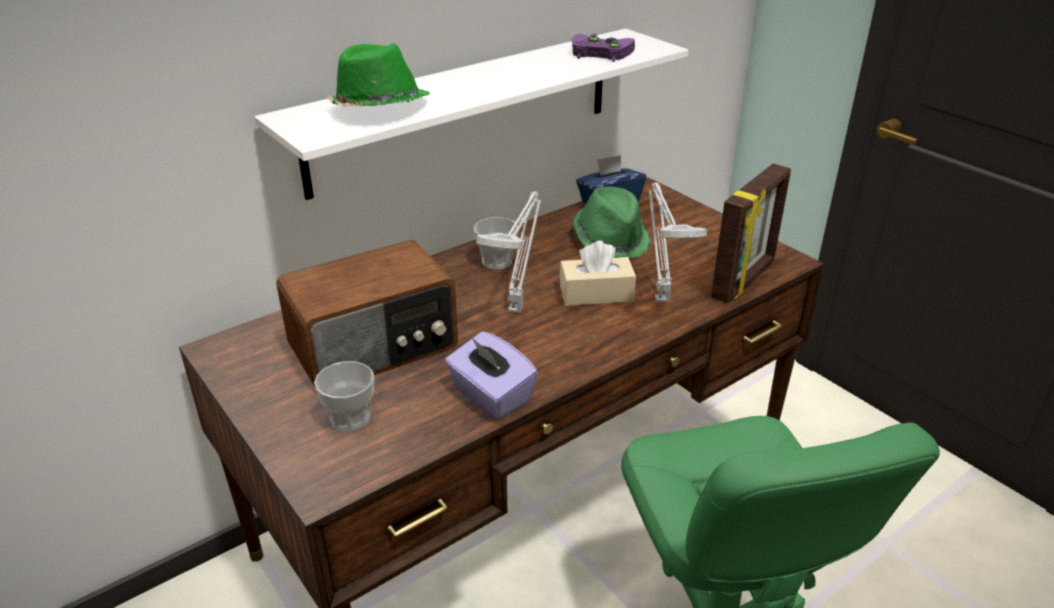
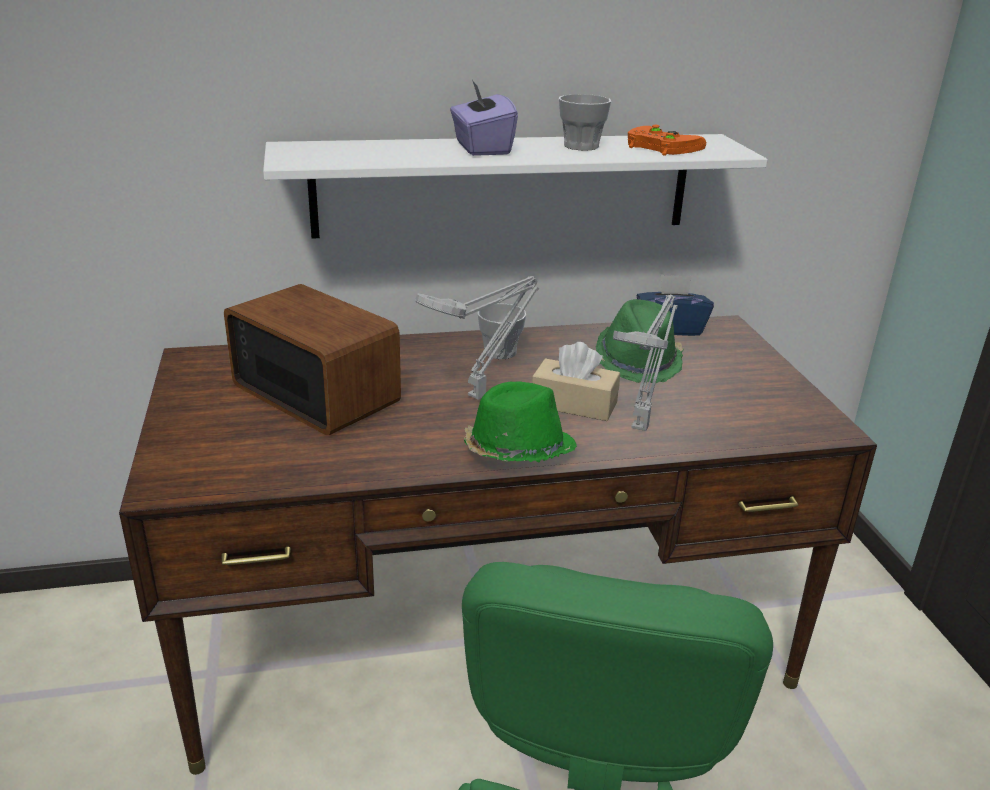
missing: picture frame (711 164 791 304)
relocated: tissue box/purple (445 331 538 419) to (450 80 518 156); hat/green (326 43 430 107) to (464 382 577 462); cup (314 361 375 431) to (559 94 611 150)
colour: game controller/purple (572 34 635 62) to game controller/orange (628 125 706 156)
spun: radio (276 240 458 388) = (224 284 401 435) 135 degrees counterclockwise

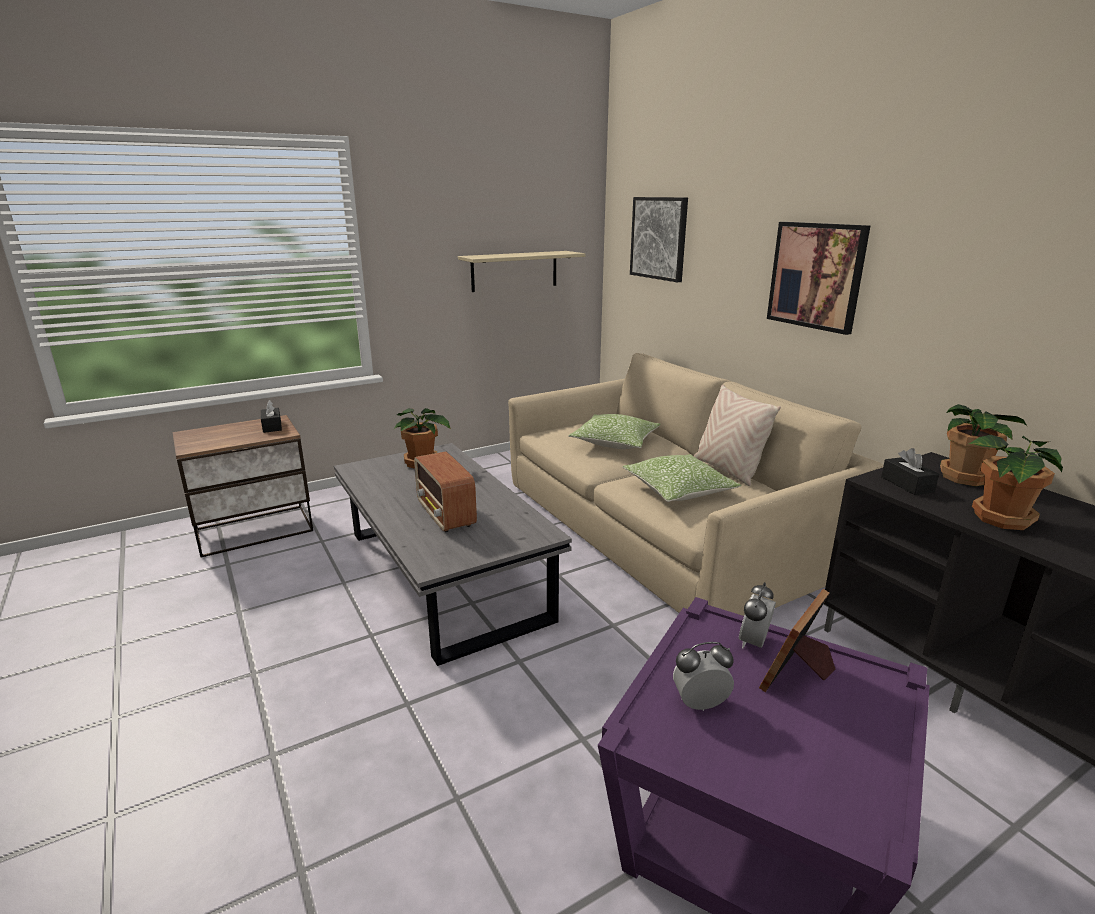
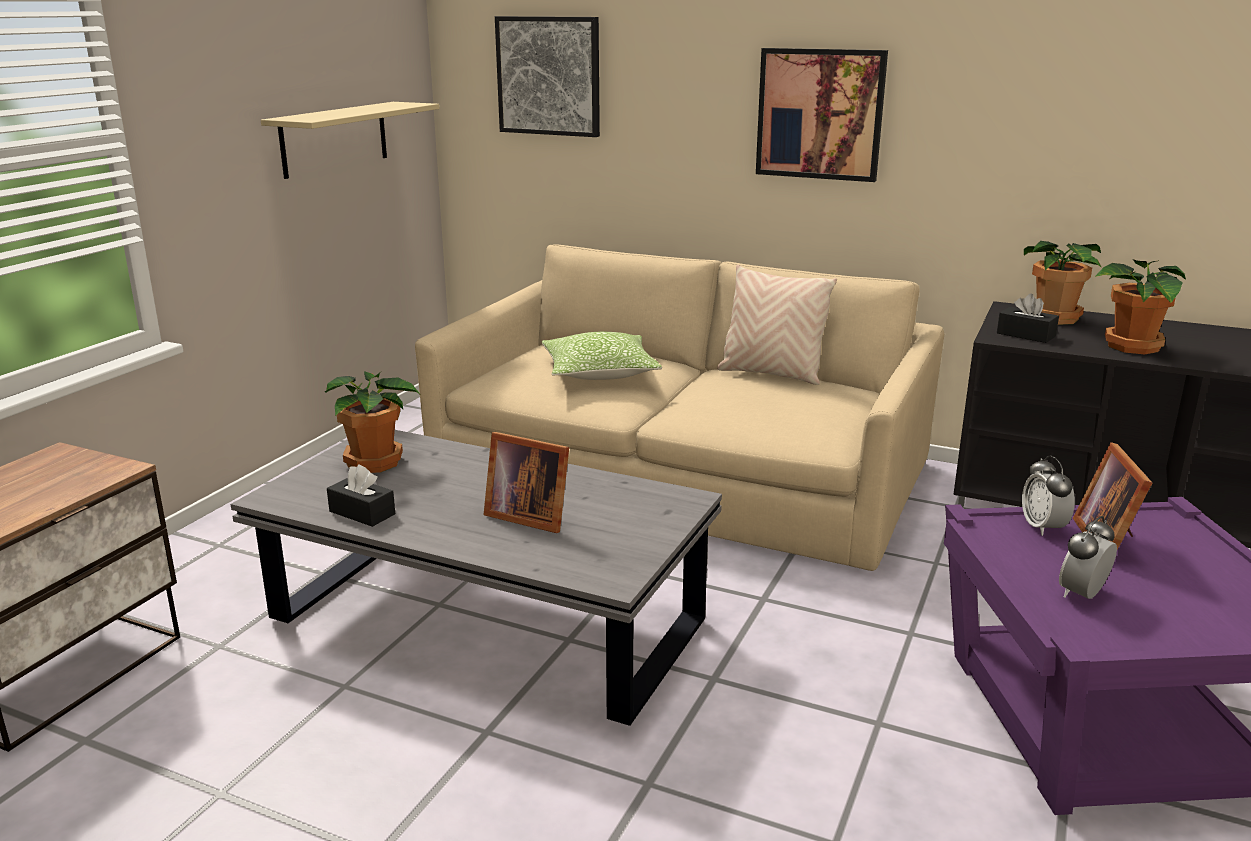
missing: pillow (622 454 741 502)
relocated: tissue box/black (261 400 282 433) to (327 465 395 527)
exchanged: radio (414 451 477 532) to picture frame (484 432 569 533)

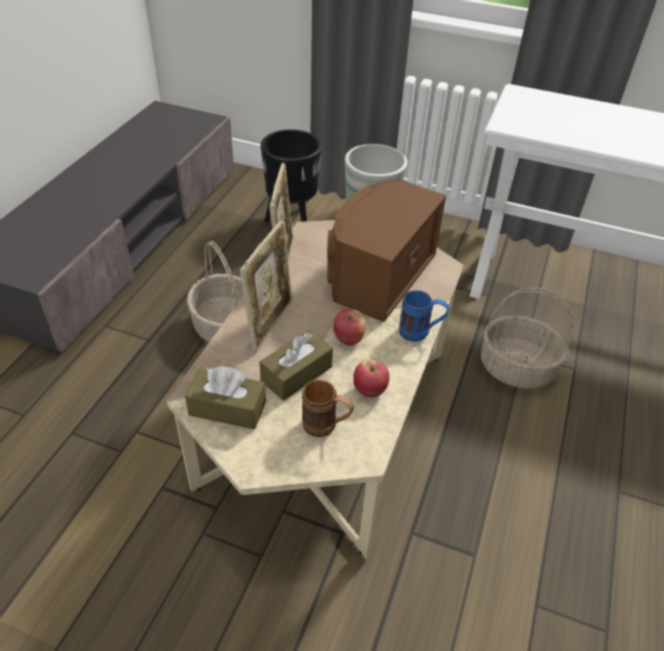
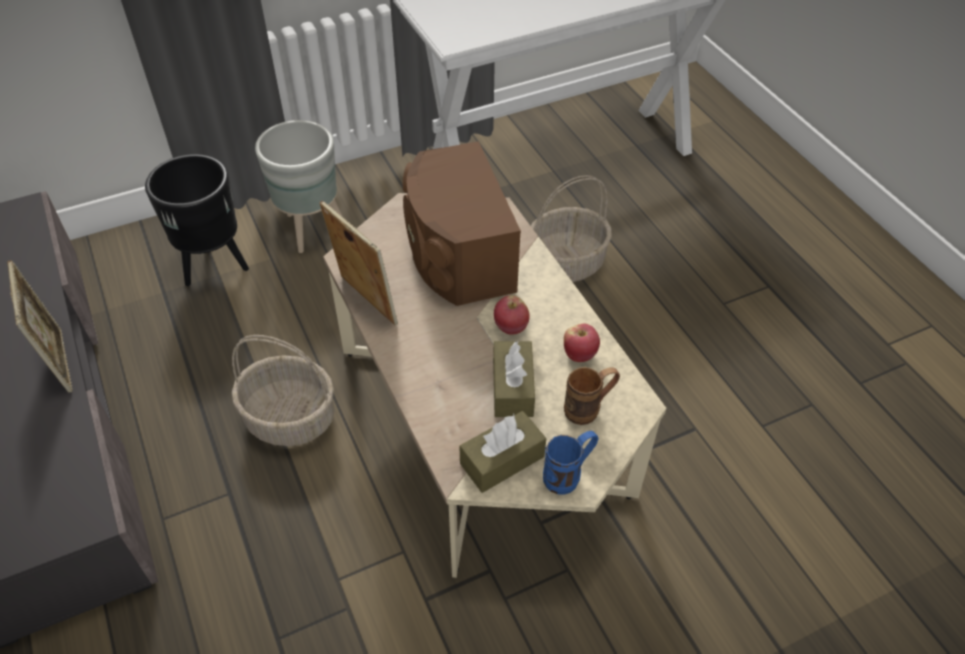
relocated: picture frame (239 219 293 353) to (7 260 72 393); mug/blue (399 290 449 342) to (543 431 599 495)

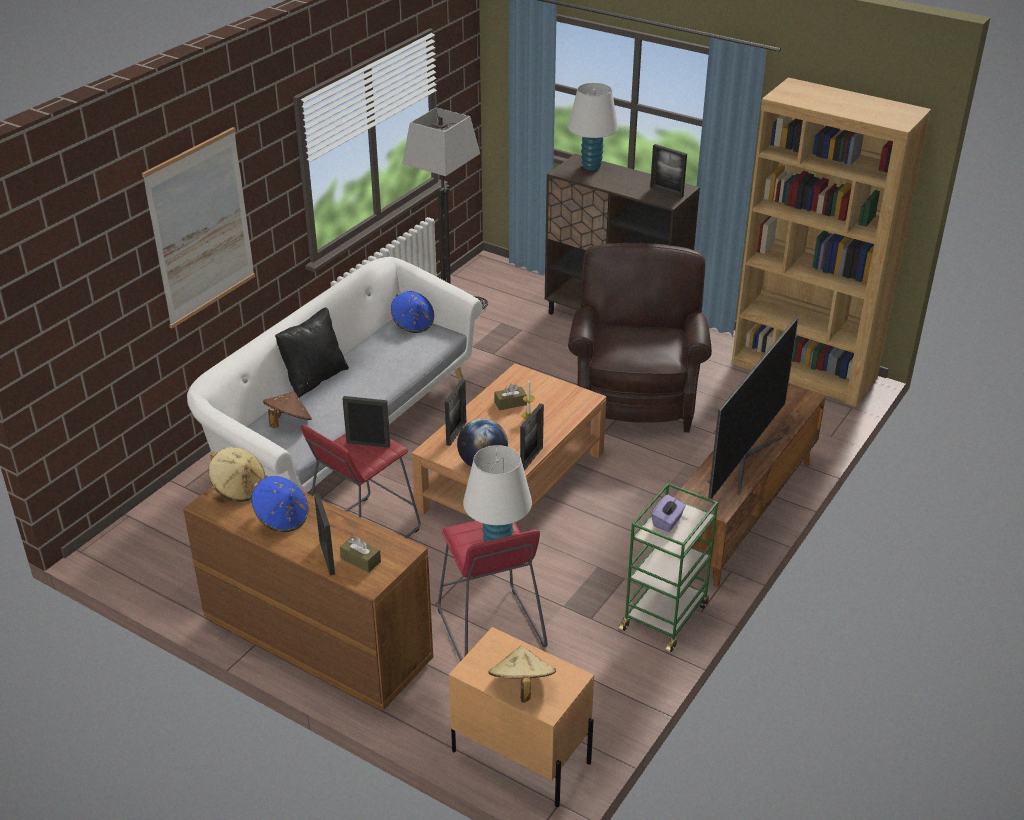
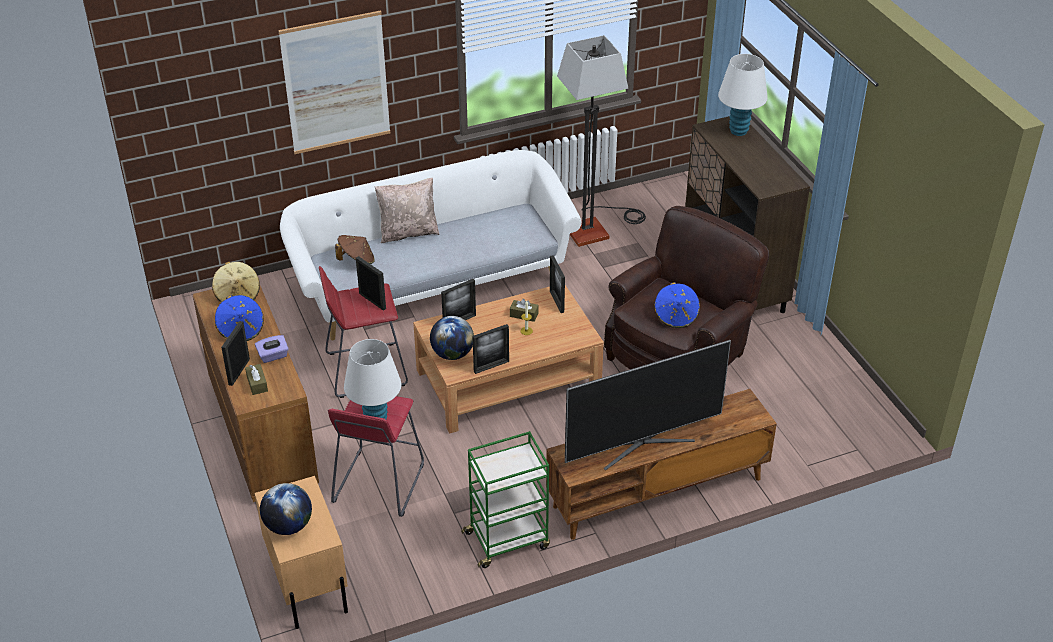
missing: bookcase/brown (731 77 931 407)
relocated: tissue box/purple (651 495 686 532) to (255 335 289 363); picture frame (650 144 687 198) to (550 255 565 313); hat/blue (391 291 434 333) to (654 282 700 328)
exchanged: hat/beige (488 645 556 703) to globe (260 483 312 535)
colour: pillow/black (275 307 349 398) to pillow/beige (375 178 440 243)

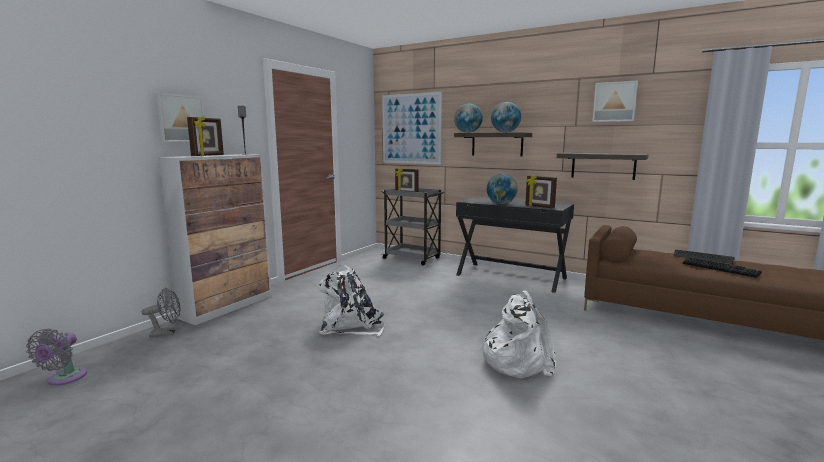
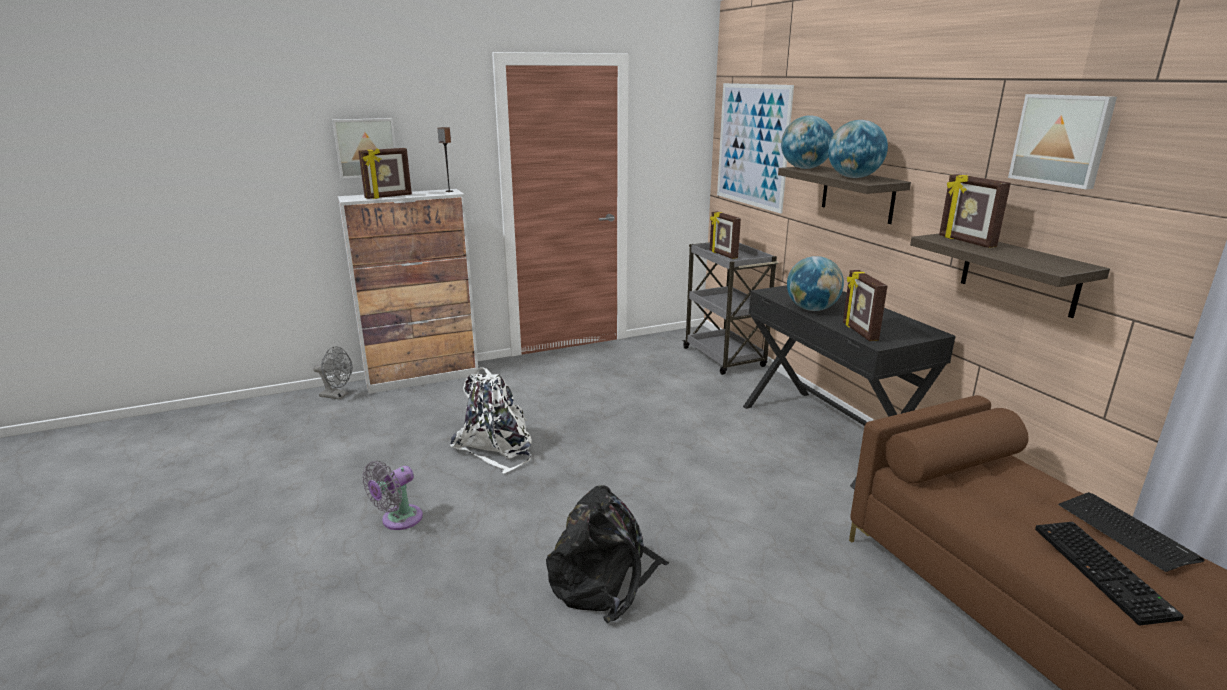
appeared: picture frame (939 174 1011 248)
relocated: fan/grey (26 329 87 386) to (362 461 423 530)
colour: backpack/white (479 291 556 378) to backpack/black (546 485 670 623)

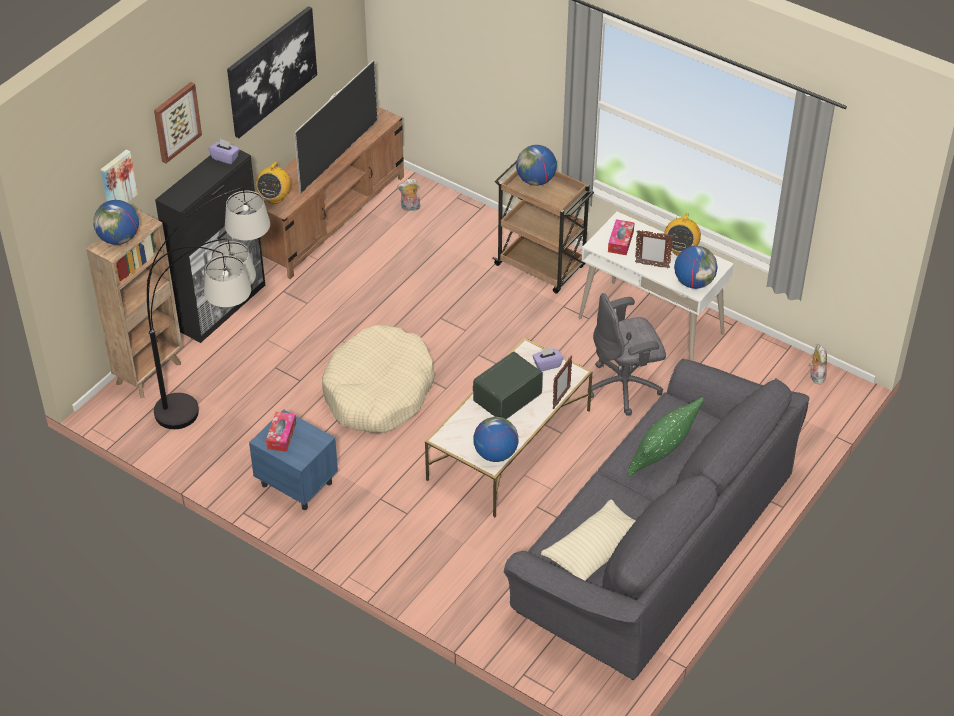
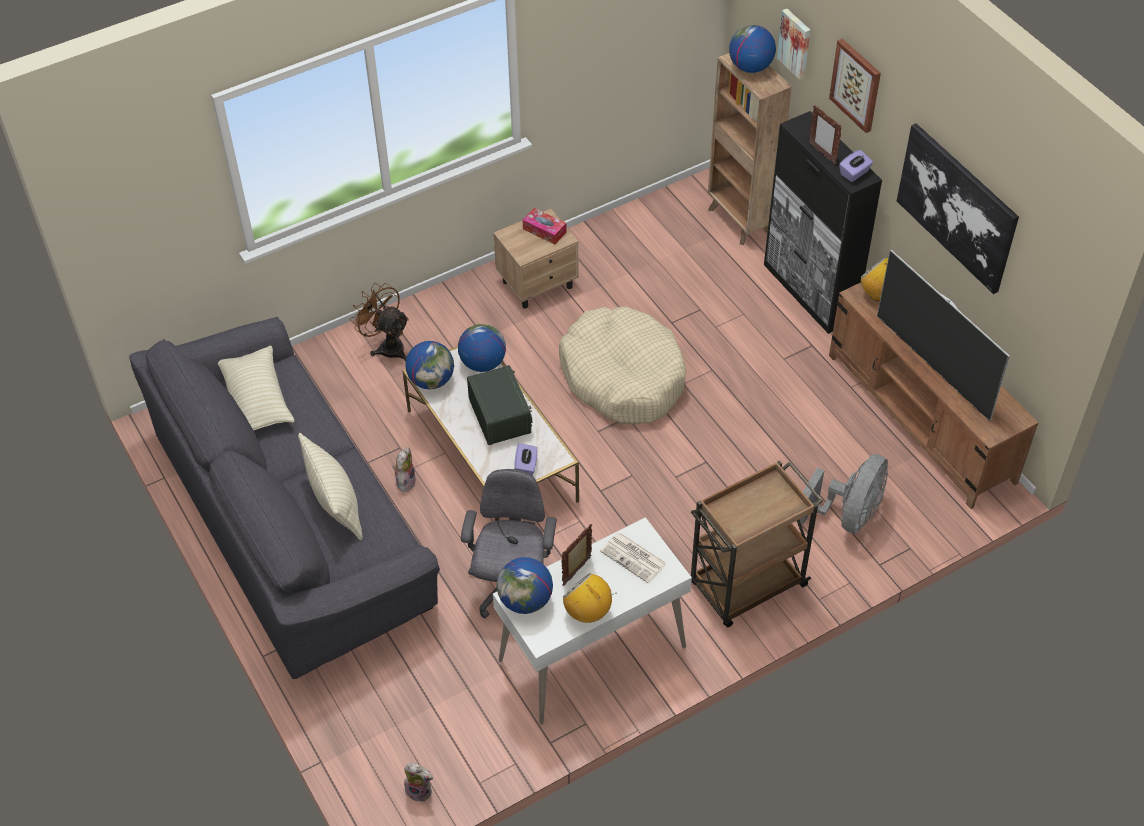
missing: floor lamp (147 187 270 429)
appeared: fan/brown (350 283 409 362); fan/grey (796 454 888 533)
relocated: plush toy (397 178 421 211) to (393 447 416 492); globe (516 145 557 186) to (458 324 506 372); picture frame (553 356 572 409) to (809 105 842 164)
exchanged: tissue box (608 219 634 255) to newspaper (600 532 667 583)
colour: pillow/green (627 397 704 477) to pillow/beige (298 433 363 540); nightstand/blue (249 409 338 510) to nightstand/beige (493 209 579 309)

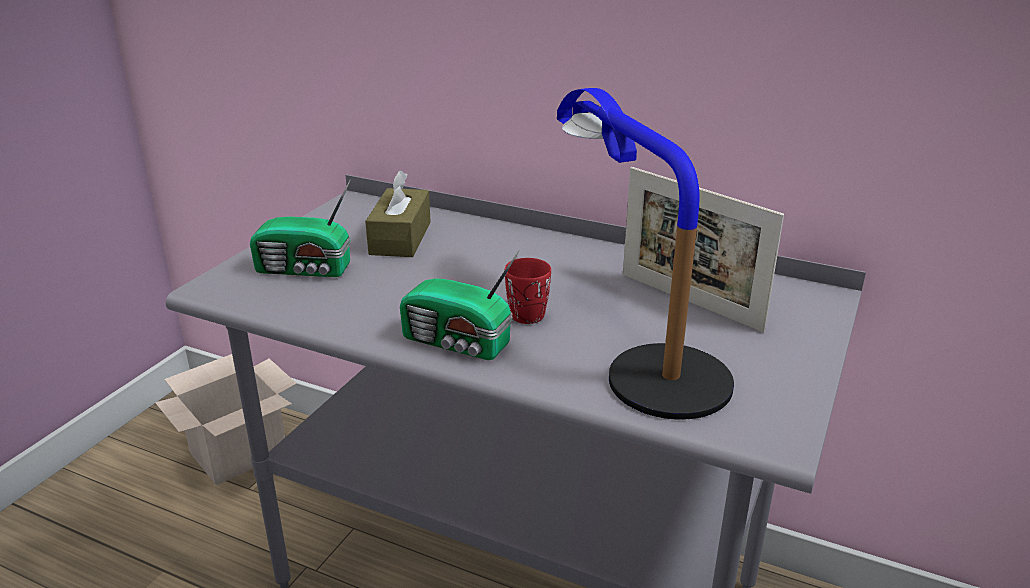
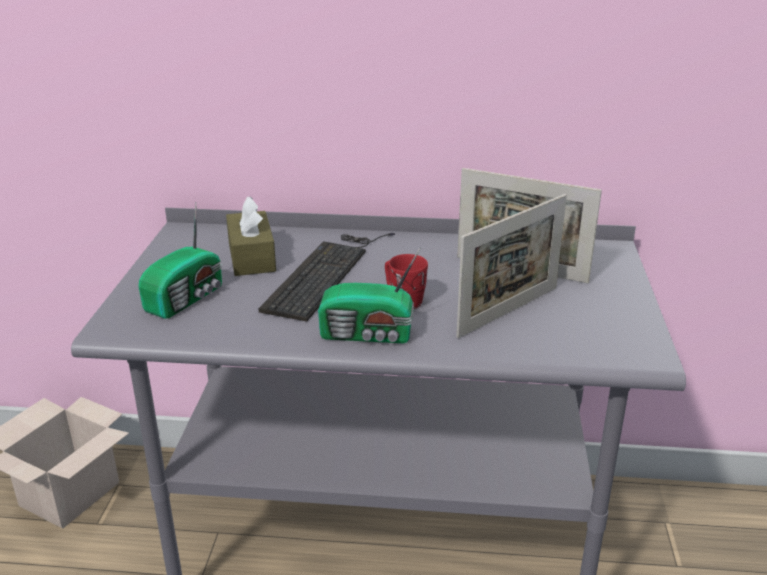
appeared: keyboard (258 233 395 322)
exchanged: table lamp (557 88 734 420) to picture frame (456 194 567 338)
spun: radio (250 180 351 277) = (139 204 222 319) 45 degrees counterclockwise

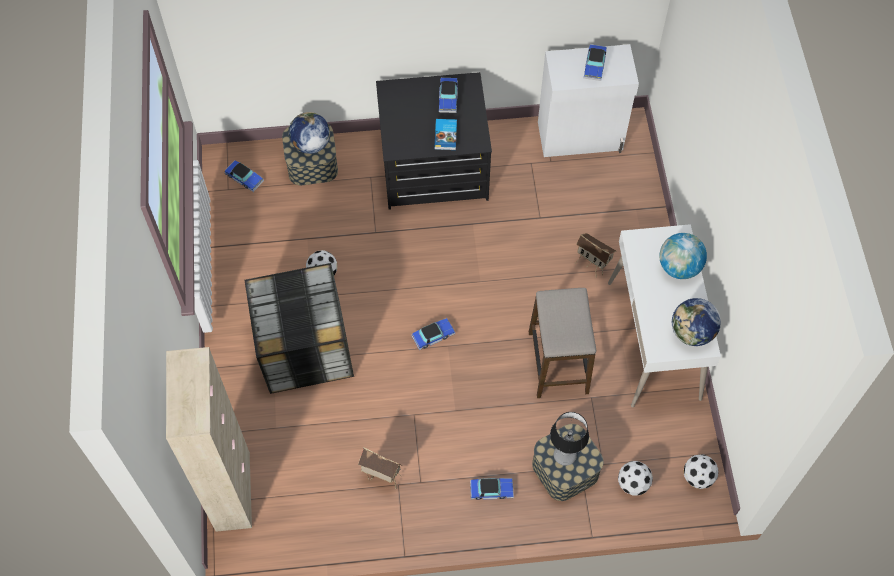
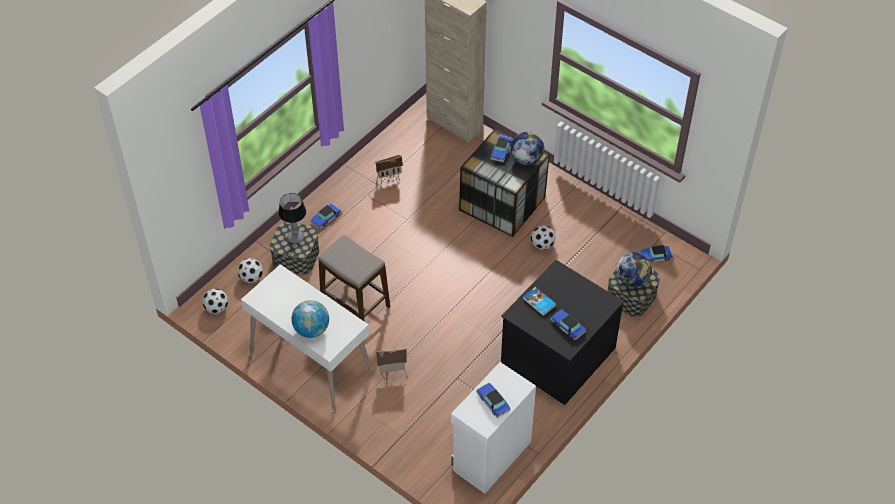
relocated: toy car (412 318 455 350) to (490 135 512 162); globe (672 298 721 346) to (511 131 544 165)

